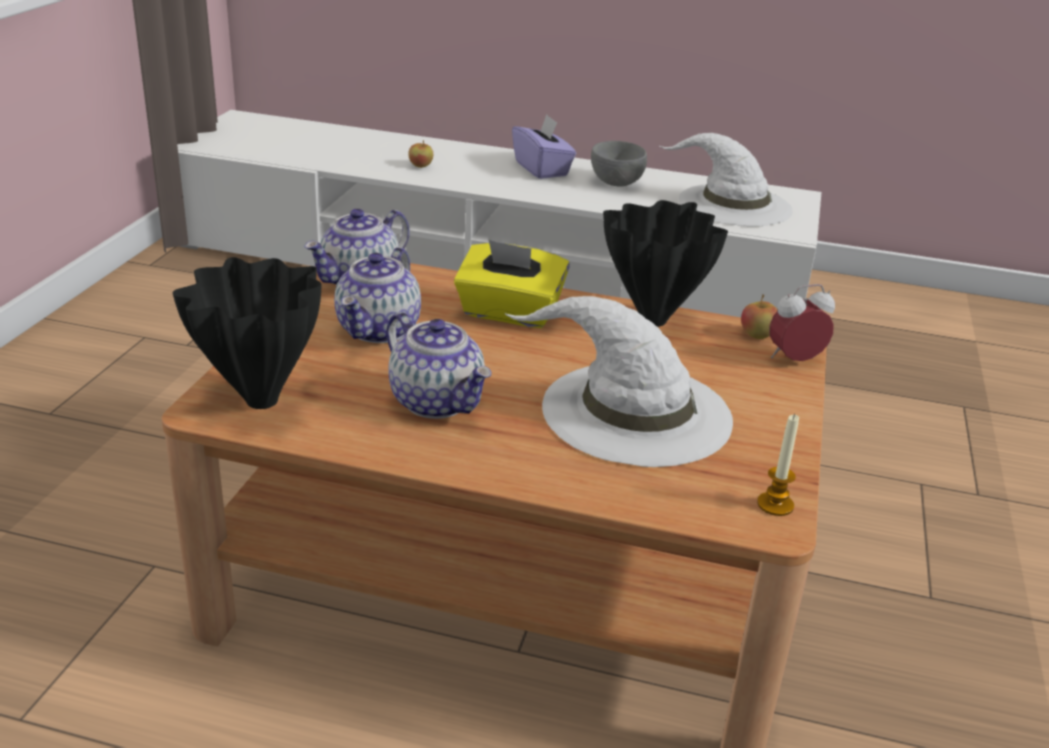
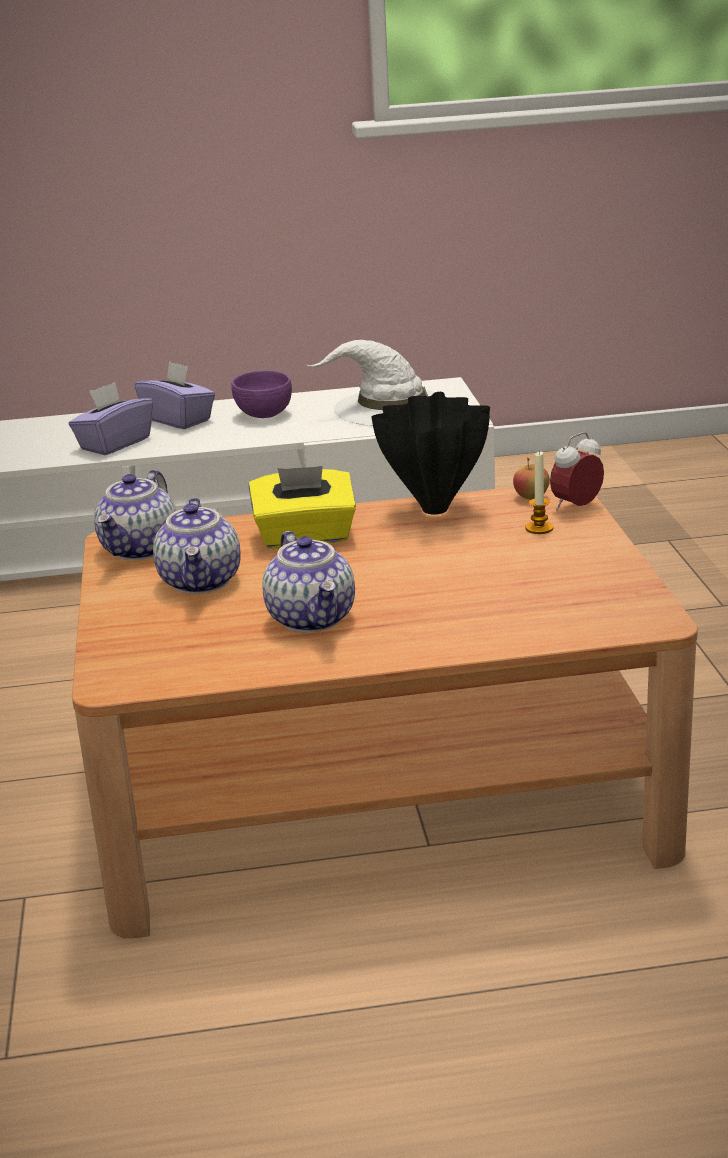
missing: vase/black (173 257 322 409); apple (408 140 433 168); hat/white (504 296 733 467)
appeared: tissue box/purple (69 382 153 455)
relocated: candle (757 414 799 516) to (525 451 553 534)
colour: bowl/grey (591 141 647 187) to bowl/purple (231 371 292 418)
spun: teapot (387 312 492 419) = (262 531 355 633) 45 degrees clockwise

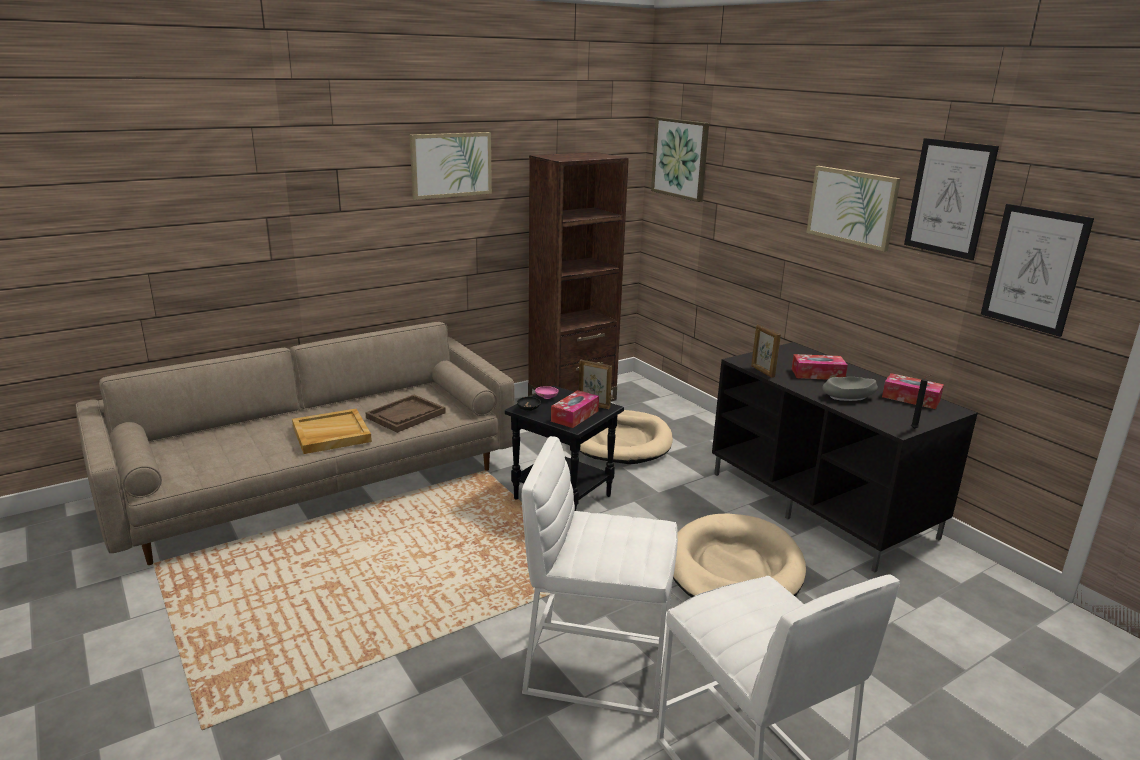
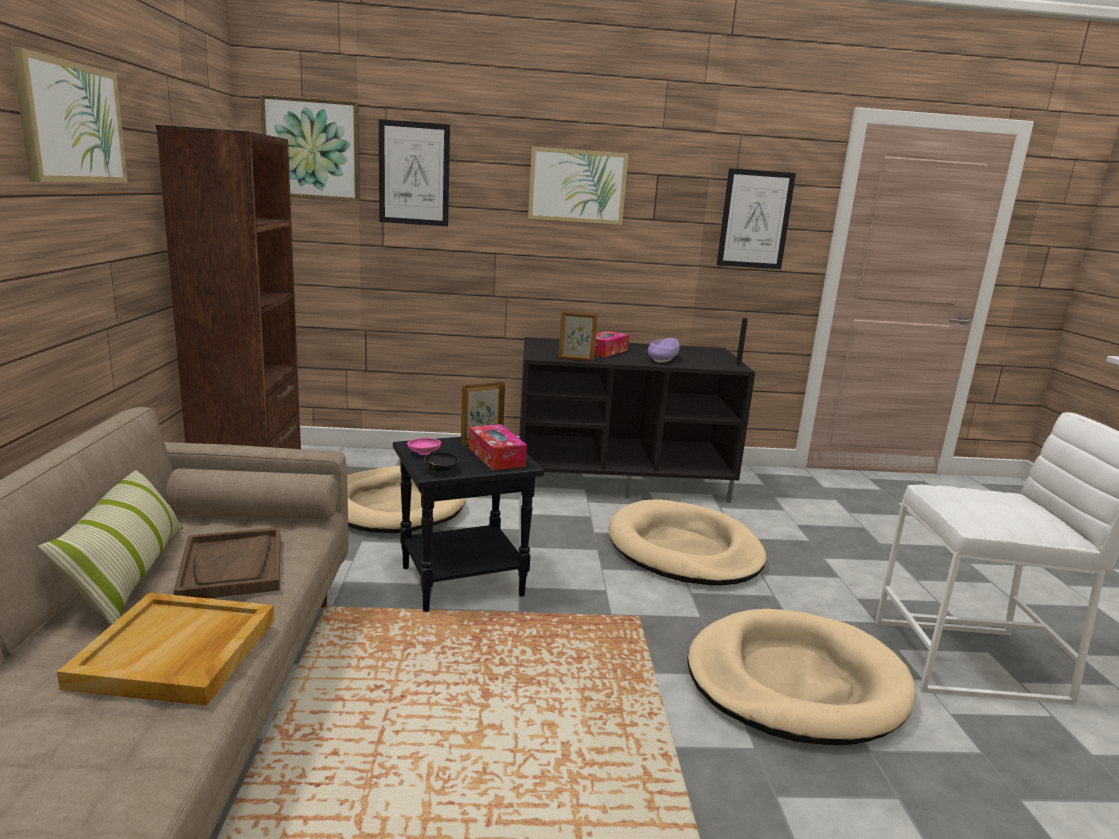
missing: tissue box (882 373 944 409)
appeared: pillow (38 470 183 626)
relocated: picture (904 138 999 260) to (379 119 450 226)
exchanged: stool/white (522 436 678 717) to dog bed/beige (687 609 916 745)
colour: bowl/grey (822 377 878 401) to bowl/purple (648 338 680 363)

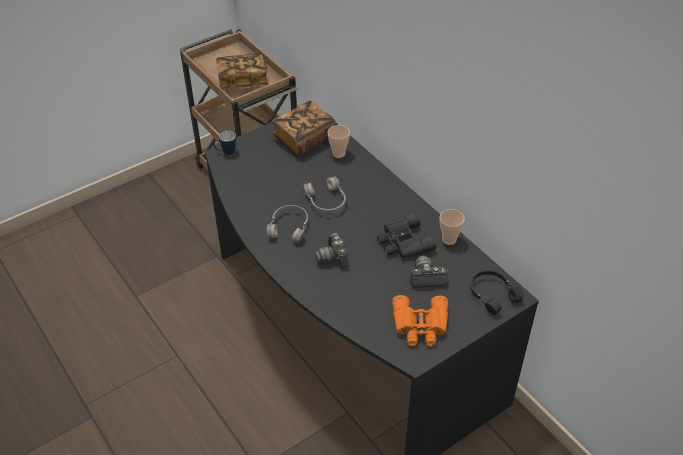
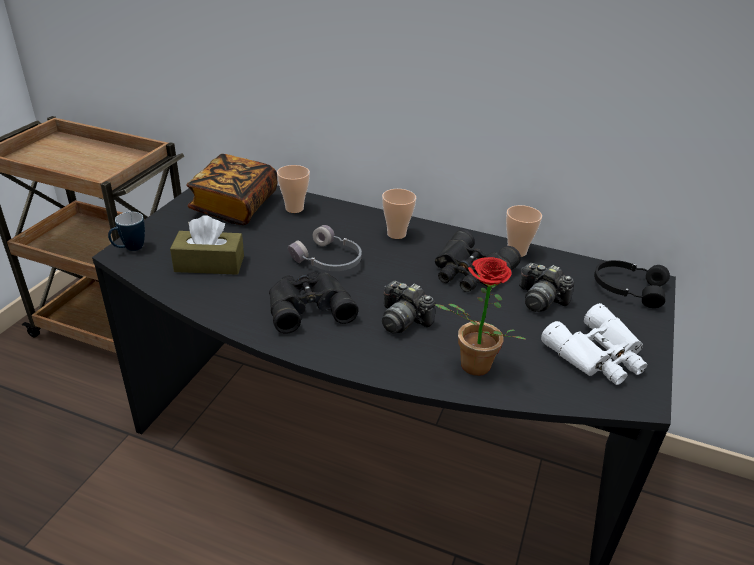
missing: book (216 53 268 90)
appeared: tissue box/brown (170 215 244 275); cup (382 189 416 239); potted plant (435 257 527 376)
exchanged: headphones/grey (267 205 308 243) to binoculars/black (269 272 358 334)
colour: binoculars/orange (392 295 448 346) to binoculars/white (541 303 647 385)
spun: photo camera (410 256 448 288) = (519 263 575 312) 105 degrees counterclockwise

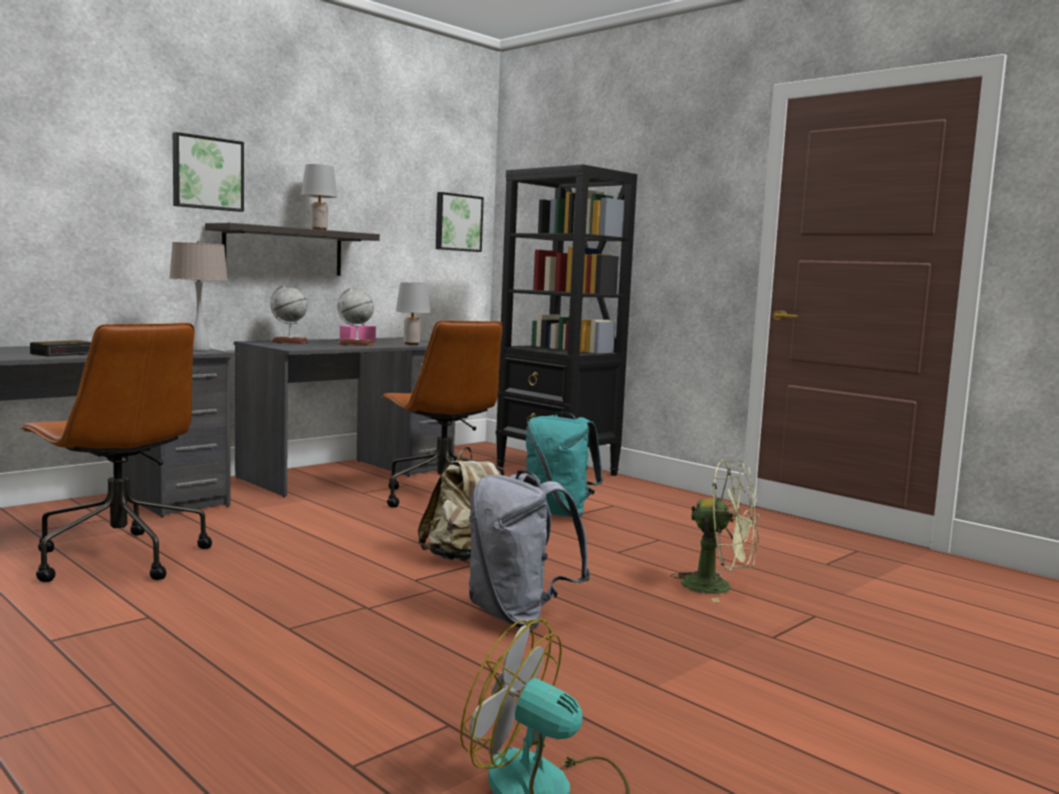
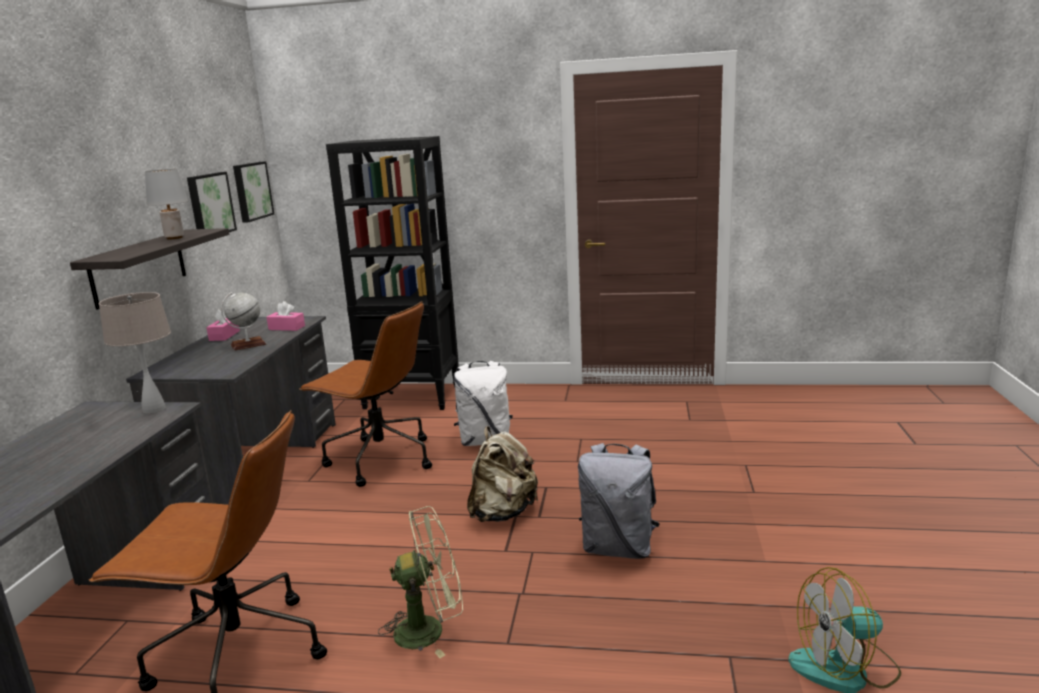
missing: alarm clock (30 340 91 357); globe (270 285 309 344)
relocated: picture (173 132 244 212) to (187 172 237 232); fan/green (671 460 759 602) to (378 506 463 658)
exchanged: table lamp/grey (396 282 430 345) to tissue box/pink (267 301 305 331)
colour: backpack/turquoise (526 412 603 517) to backpack/white (454 361 513 446)

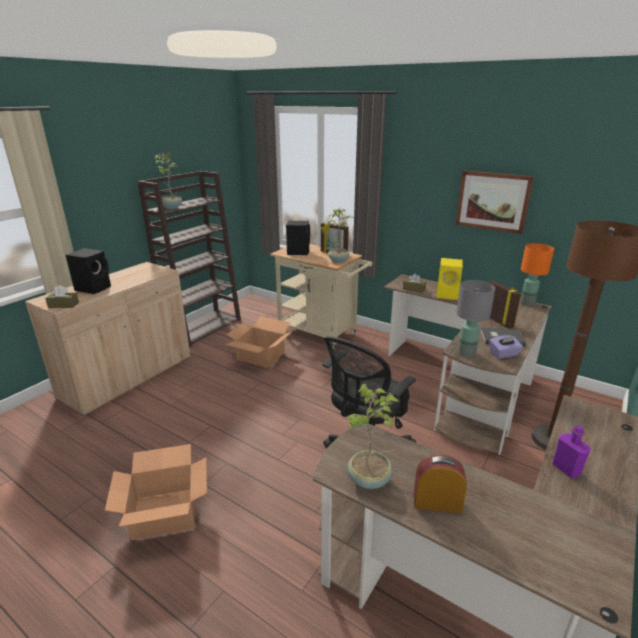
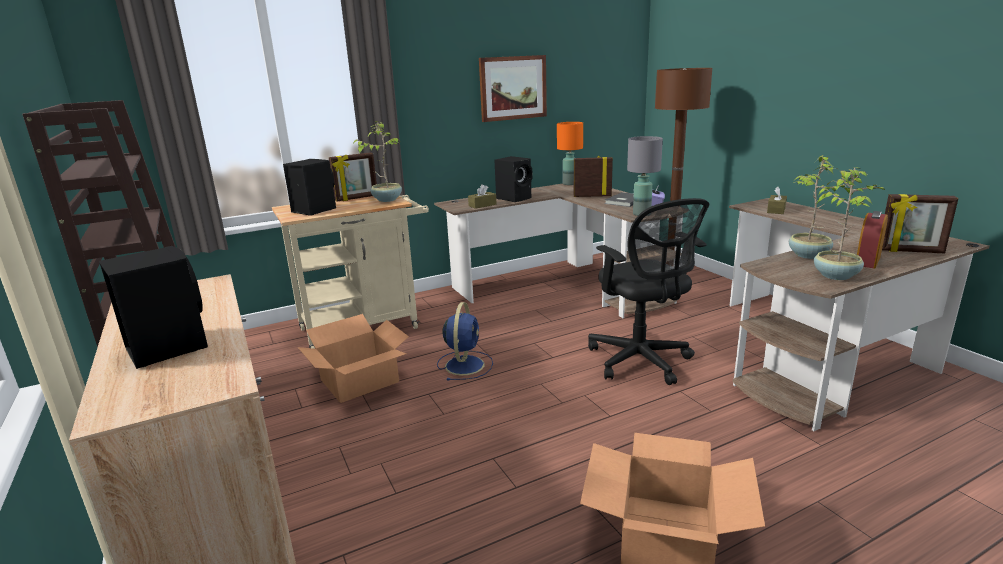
missing: bottle/purple (553 425 591 478)
appeared: fan/blue (437 302 493 381); picture frame (882 194 959 253)
relocated: tissue box/brown (45 285 79 308) to (767 187 787 214); potted plant (155 152 182 209) to (789 155 860 259)
colour: speaker/yellow (436 258 463 300) to speaker/black (494 156 533 202)

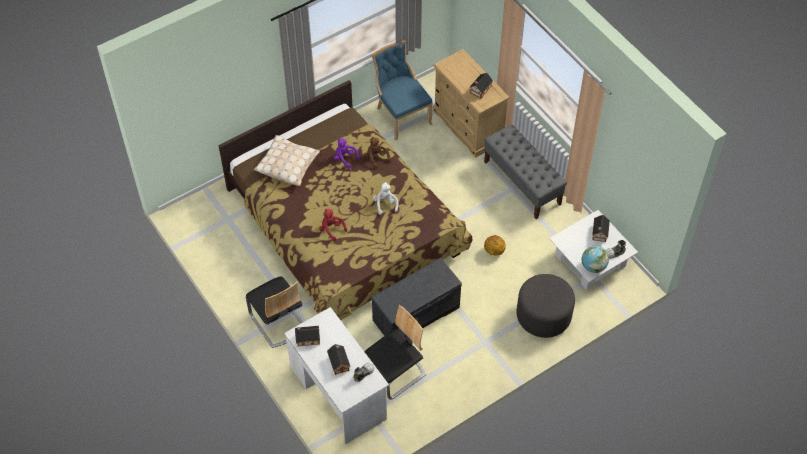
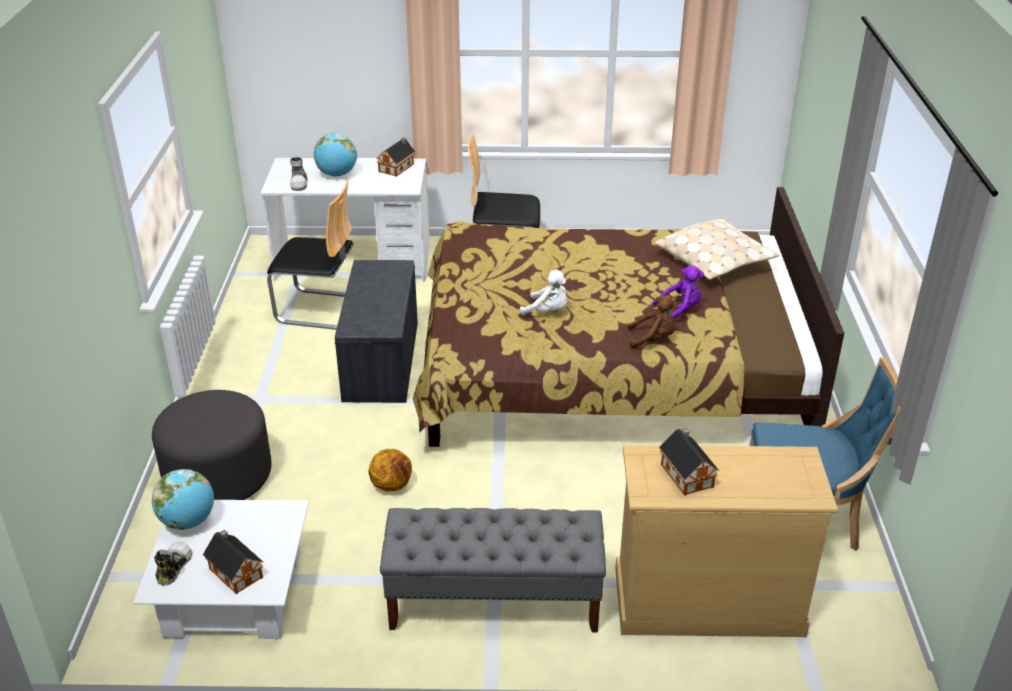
missing: plush toy/red (319 209 347 241)
exchanged: toy house (327 344 350 375) to globe (314 133 357 176)
spun: chair (364 305 426 400) = (267 178 354 330) 75 degrees counterclockwise

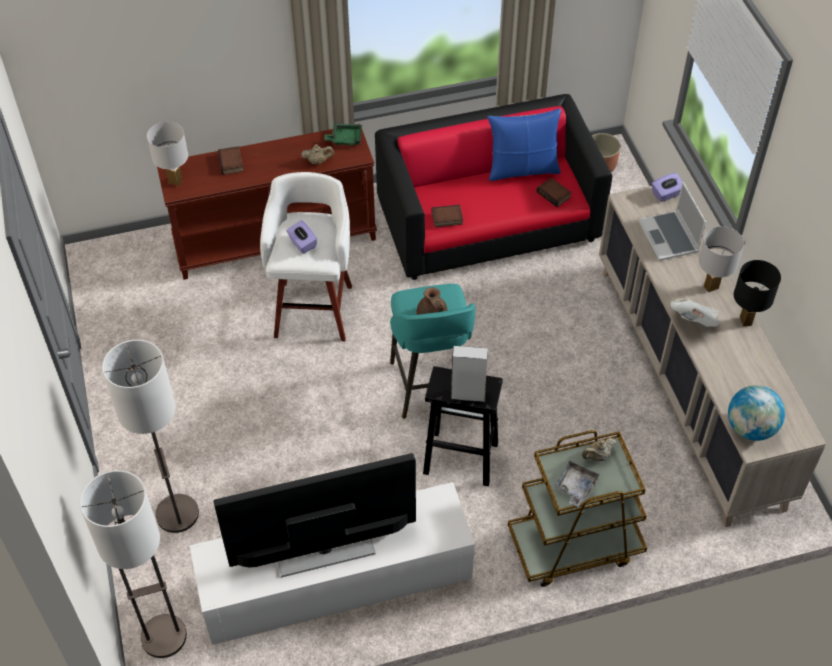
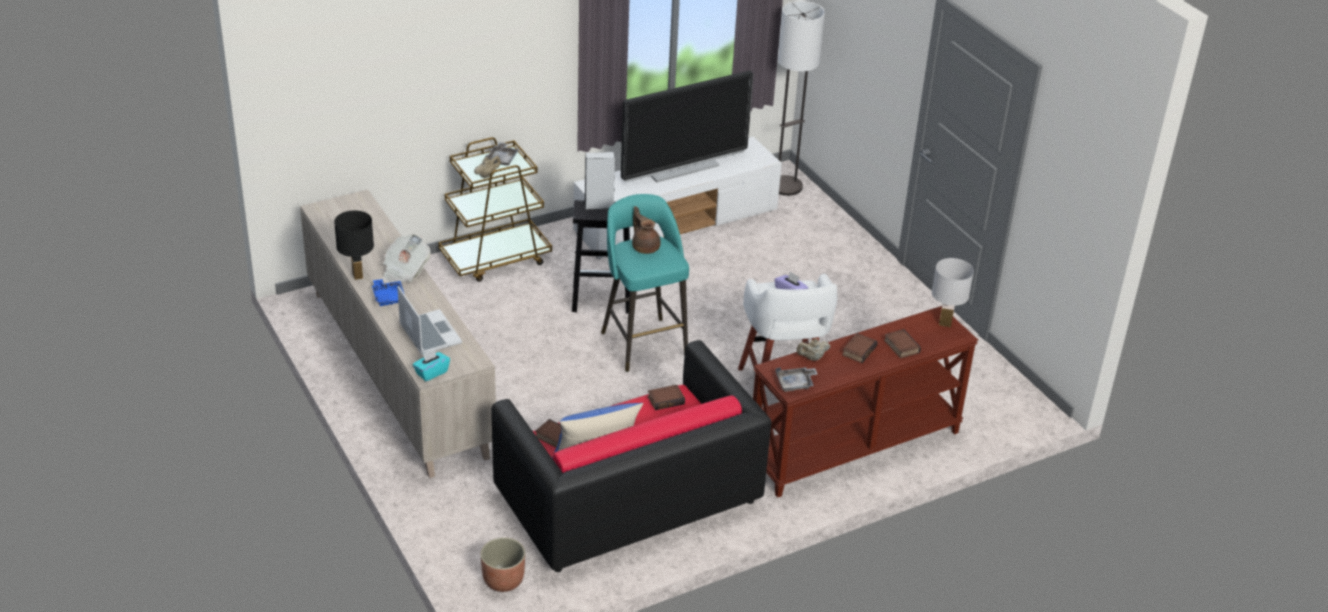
missing: floor lamp (102 339 199 533); globe (728 385 785 441)
appeared: book (842 333 878 363)
exchanged: table lamp/white (699 226 744 293) to tray/blue (372 279 404 306)
colour: tissue box/purple (652 173 682 202) to tissue box/turquoise (413 349 450 381); tray/green (324 123 362 146) to tray/grey (775 367 818 392)

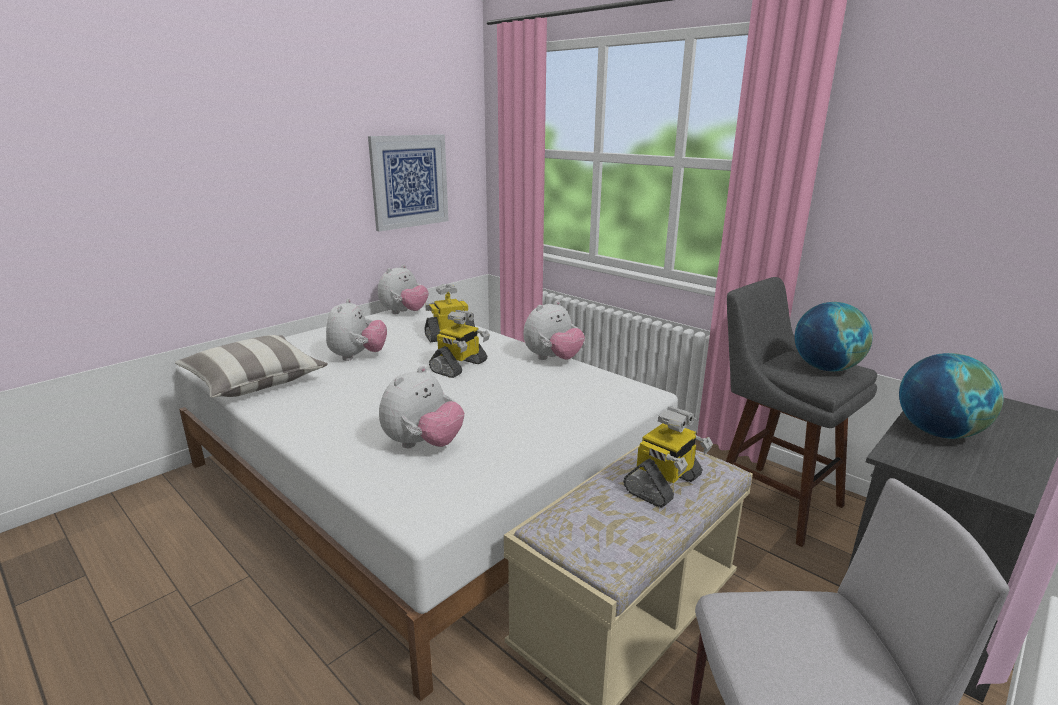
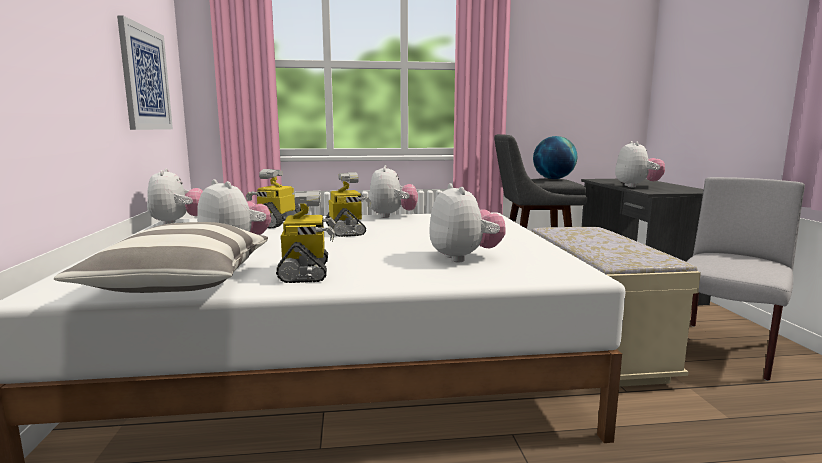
relocated: toy robot (623 407 713 508) to (276 190 335 283)
exchanged: globe (899 353 1004 439) to plush toy (615 141 665 187)

